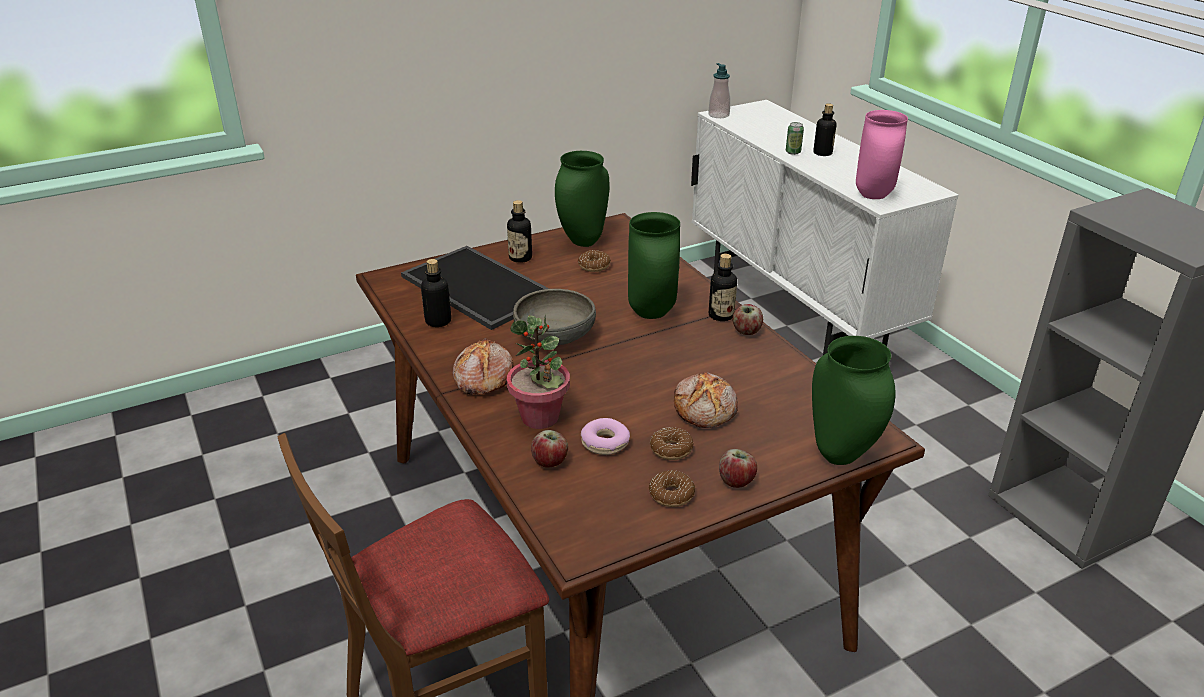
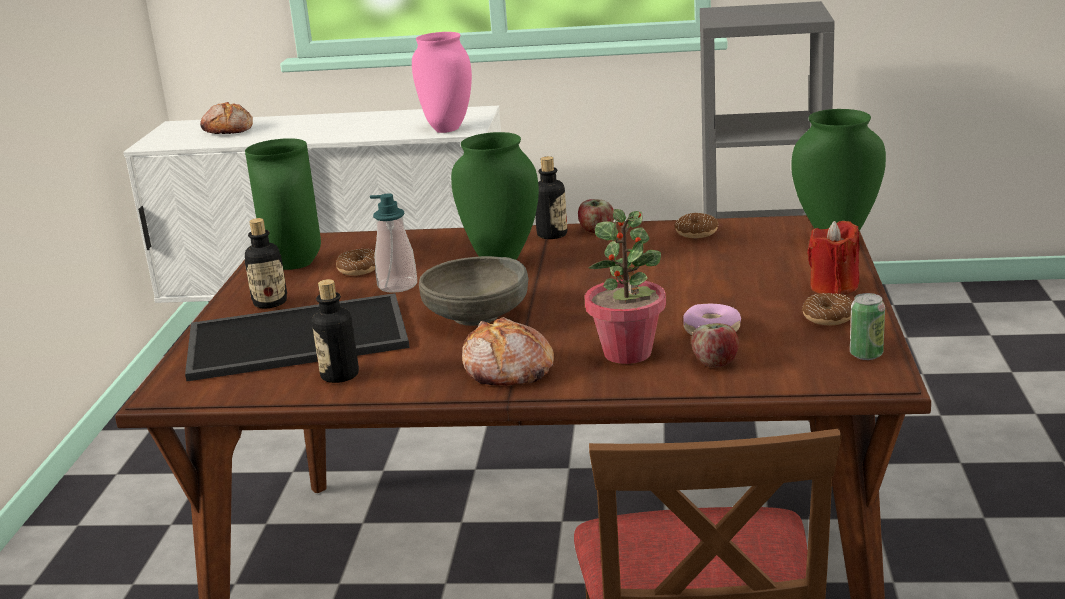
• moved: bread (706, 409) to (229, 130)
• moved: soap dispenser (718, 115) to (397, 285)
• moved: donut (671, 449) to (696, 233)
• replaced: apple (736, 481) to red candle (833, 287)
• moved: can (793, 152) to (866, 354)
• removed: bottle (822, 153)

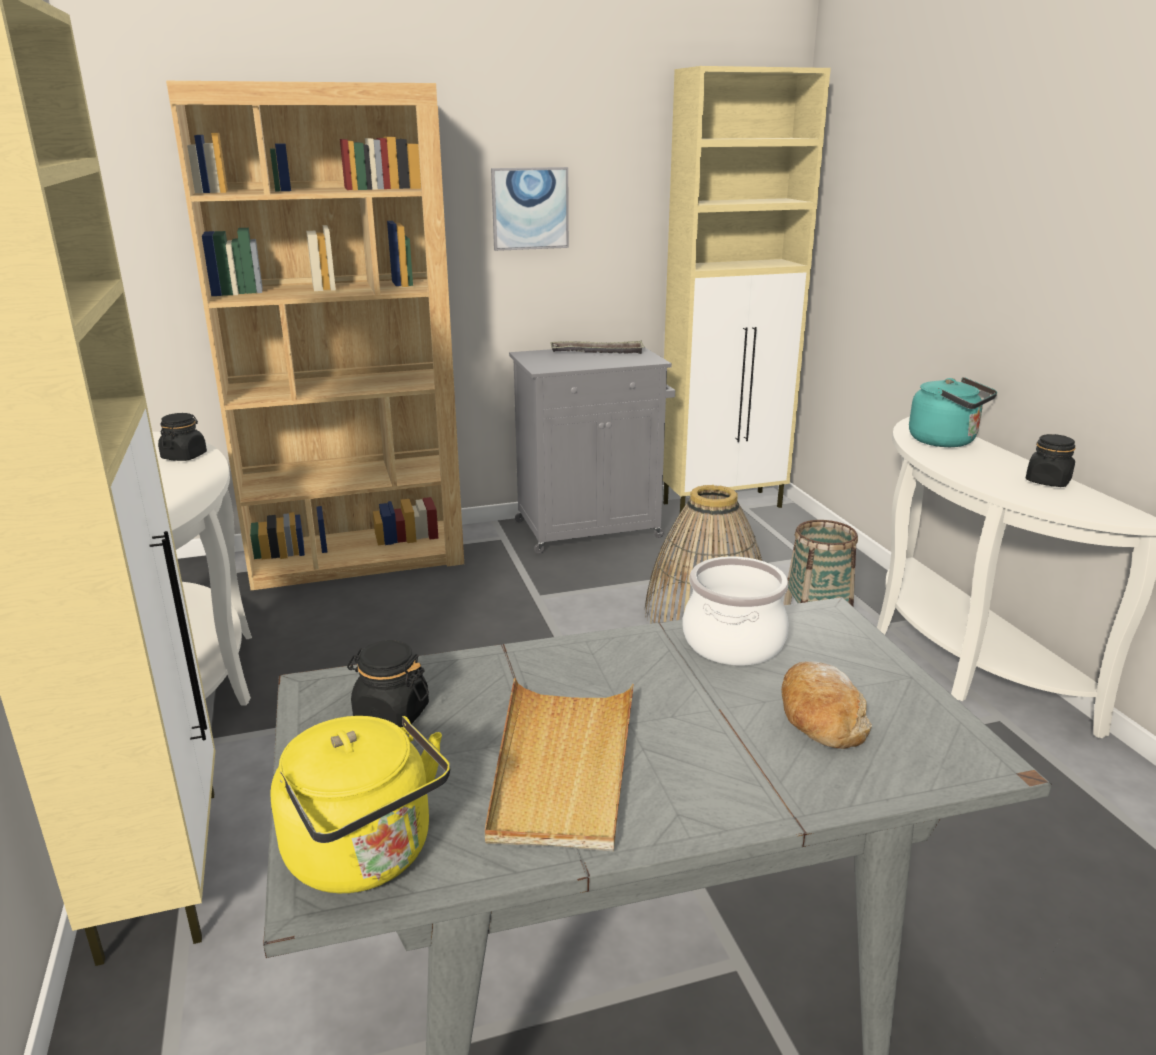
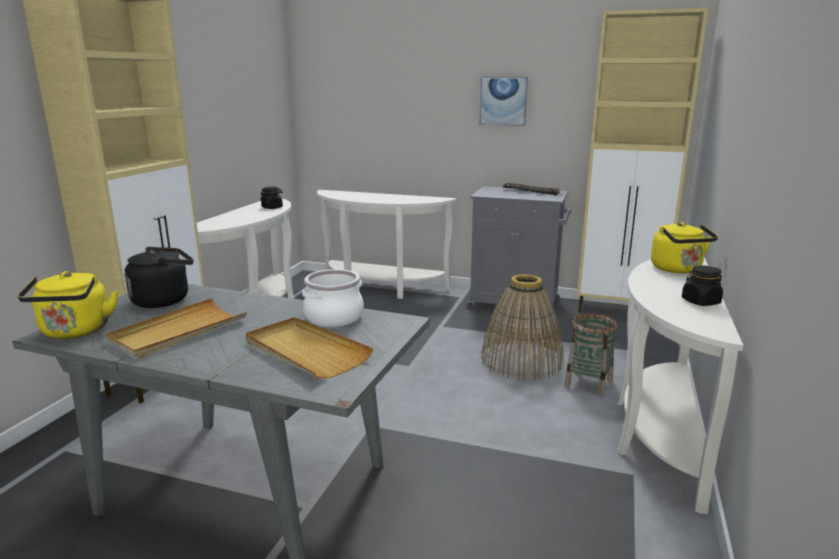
• replaced: black jar (391, 714) to black kettle (164, 300)
• replaced: bread (820, 717) to beige tray (305, 351)
• replaced: brown bookcase (358, 558) to white console table (380, 288)
• recoloured: turquoise kettle (946, 441) to yellow kettle (678, 269)

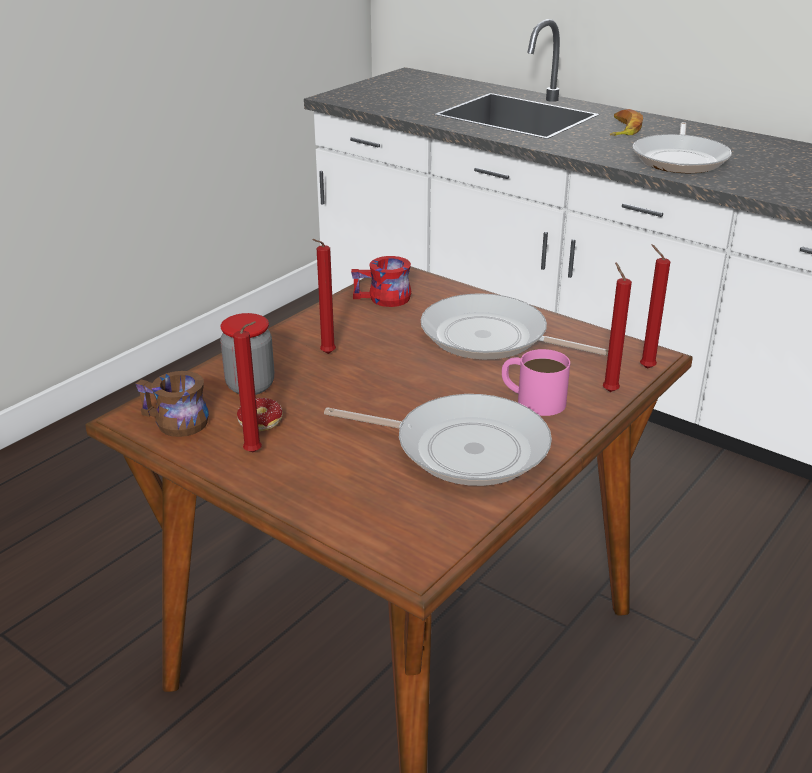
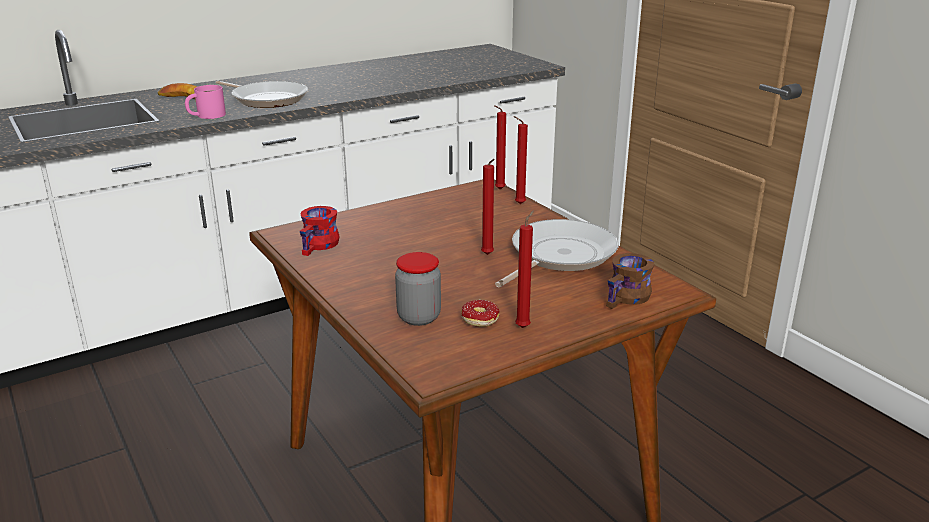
• moved: pink mug (532, 399) to (206, 116)
• moved: red candle (326, 354) to (488, 255)
• moved: brown mug (173, 423) to (628, 298)
• removed: frying pan (491, 338)

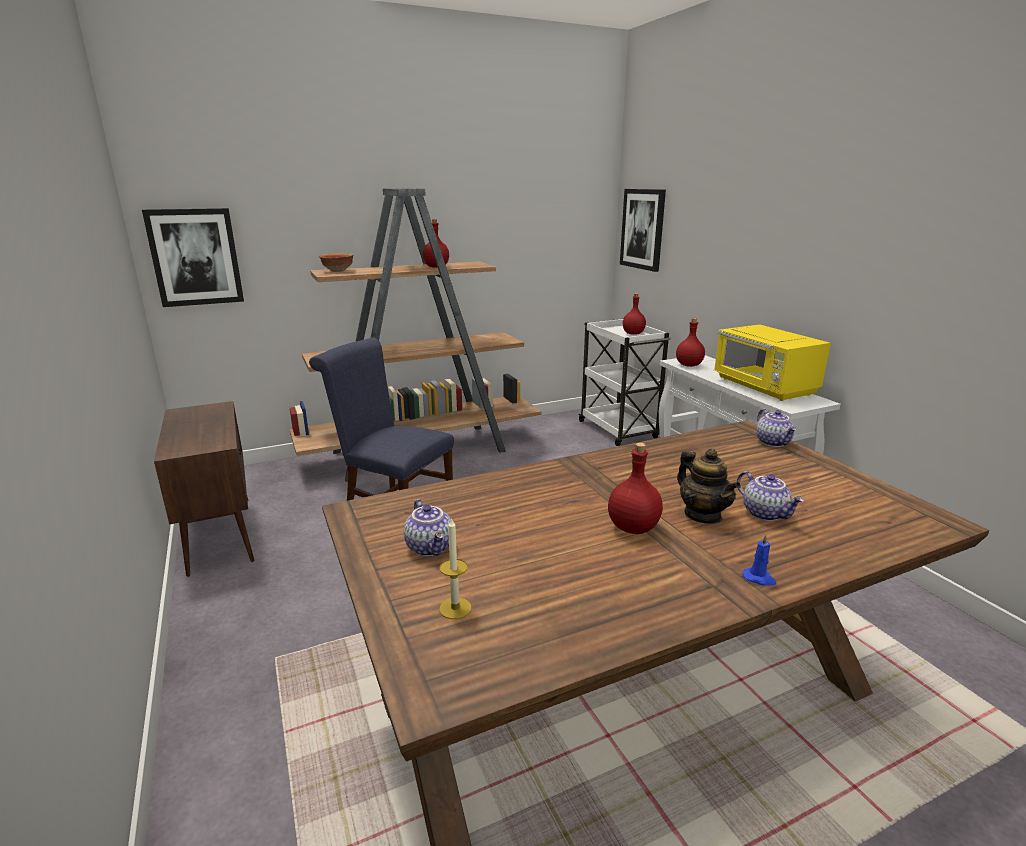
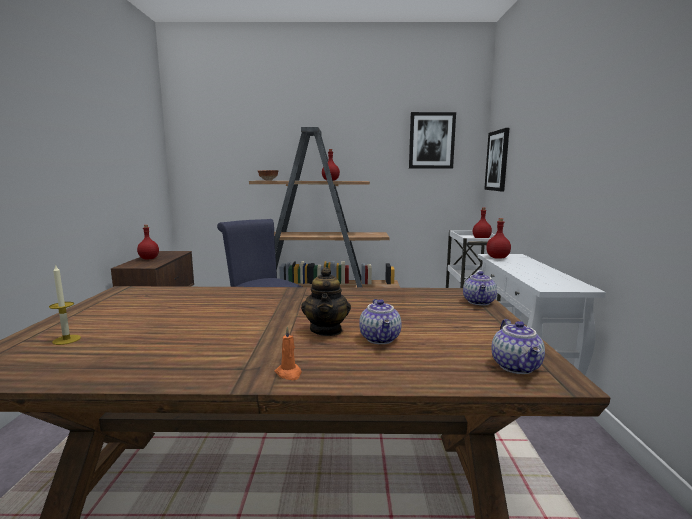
• moved: red bottle (634, 527) to (149, 259)
• recoloured: blue candle (759, 578) to orange candle (289, 373)
• moved: picture (195, 257) to (431, 140)
• moved: teapot (431, 547) to (517, 367)
• removed: yellow microwave (764, 387)

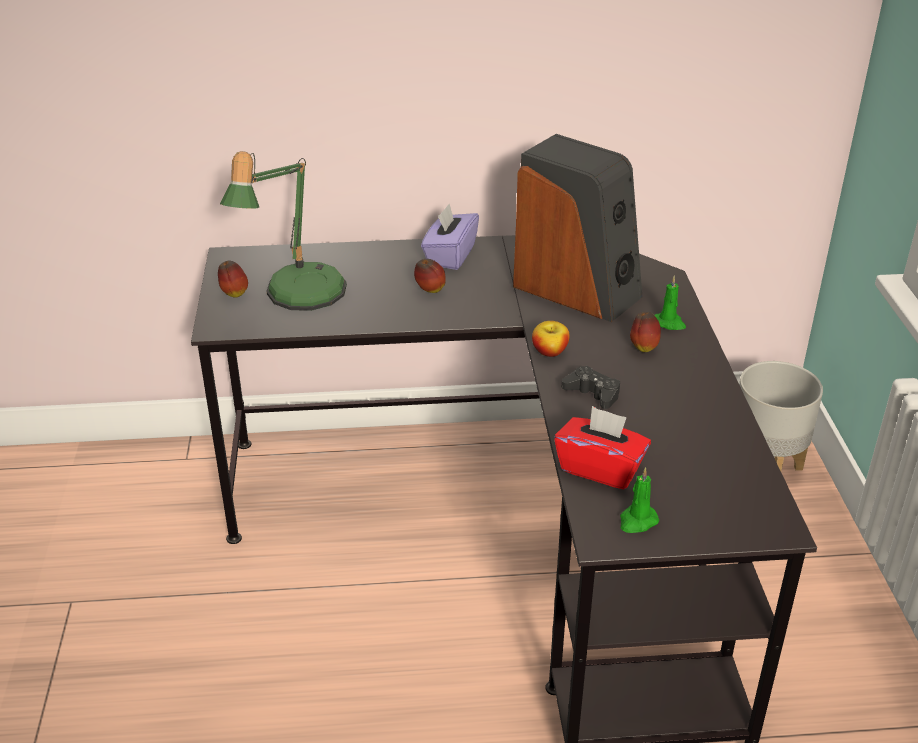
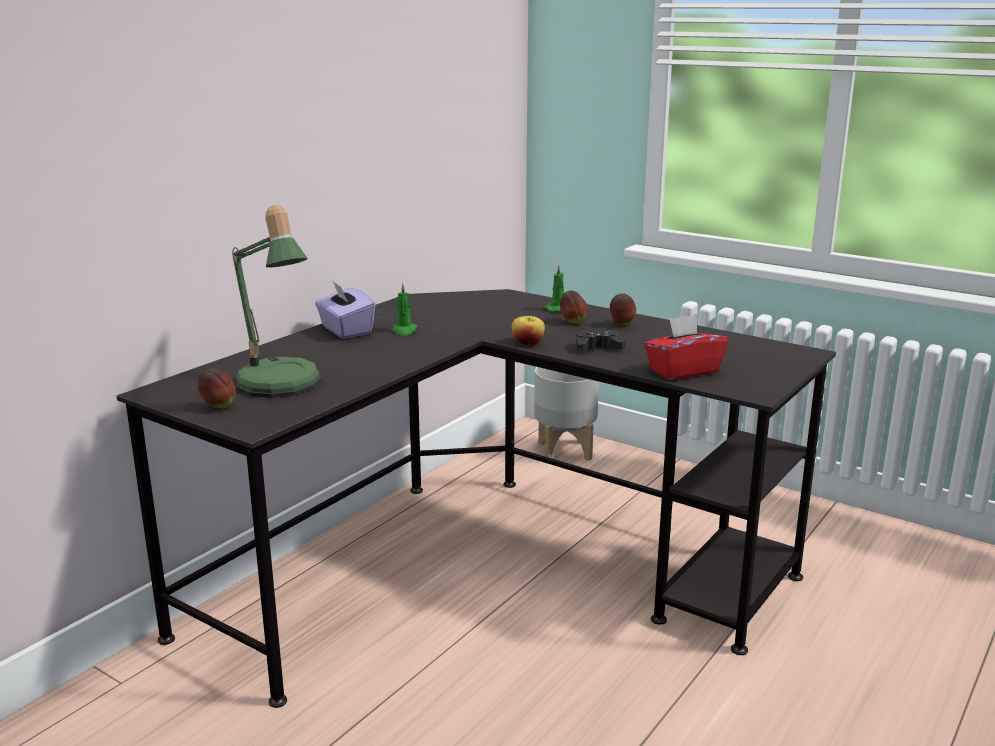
• moved: green candle (637, 521) to (404, 331)
• moved: apple (430, 291) to (621, 325)
• removed: speaker (577, 290)

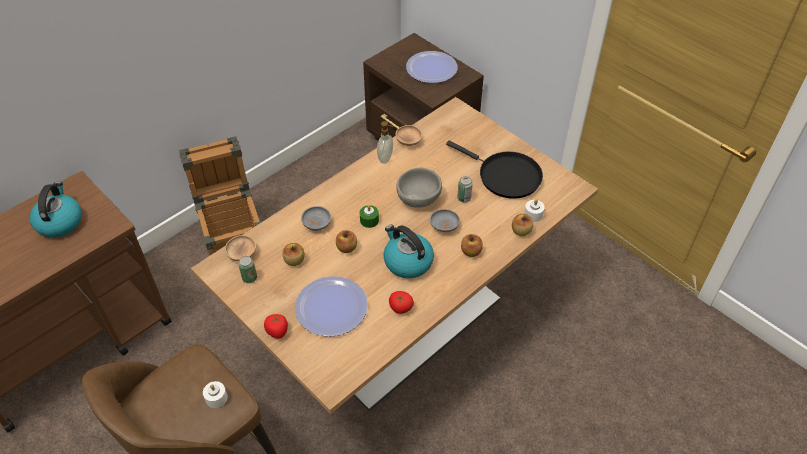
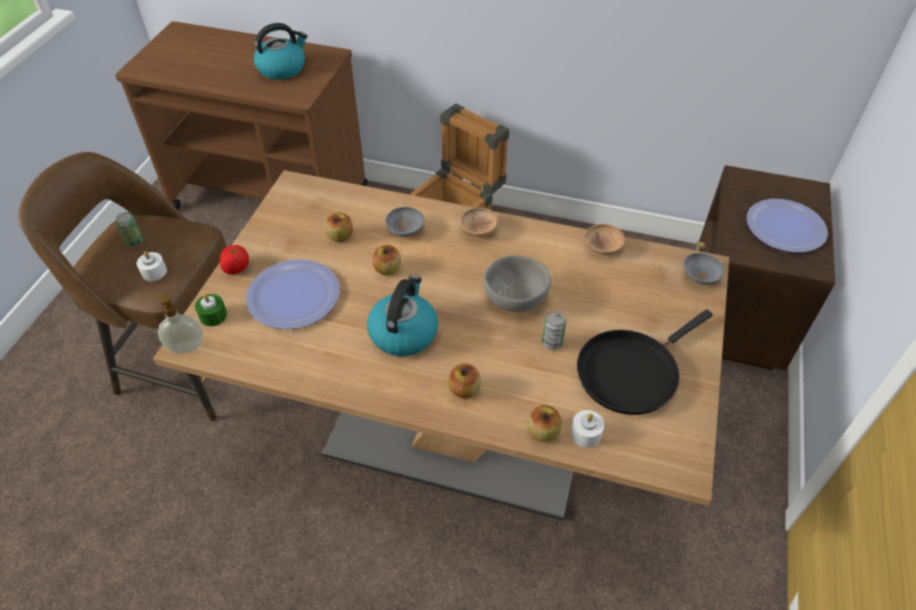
• moved: can (249, 278) to (134, 242)
• moved: soap dispenser (386, 158) to (186, 348)
• moved: green candle (369, 220) to (213, 315)
• moved: brown bowl (242, 254) to (478, 230)
• turned: black frying pan (505, 176) = (631, 371) 45 degrees clockwise
• moved: grey bowl (444, 226) to (700, 277)
• removed: tomato (400, 308)

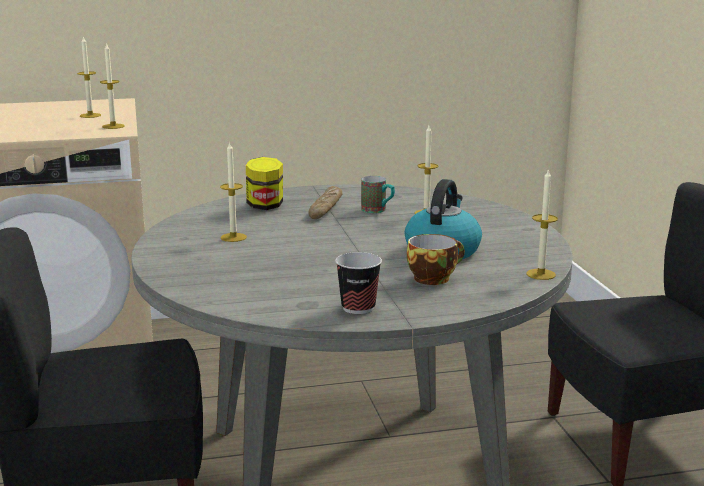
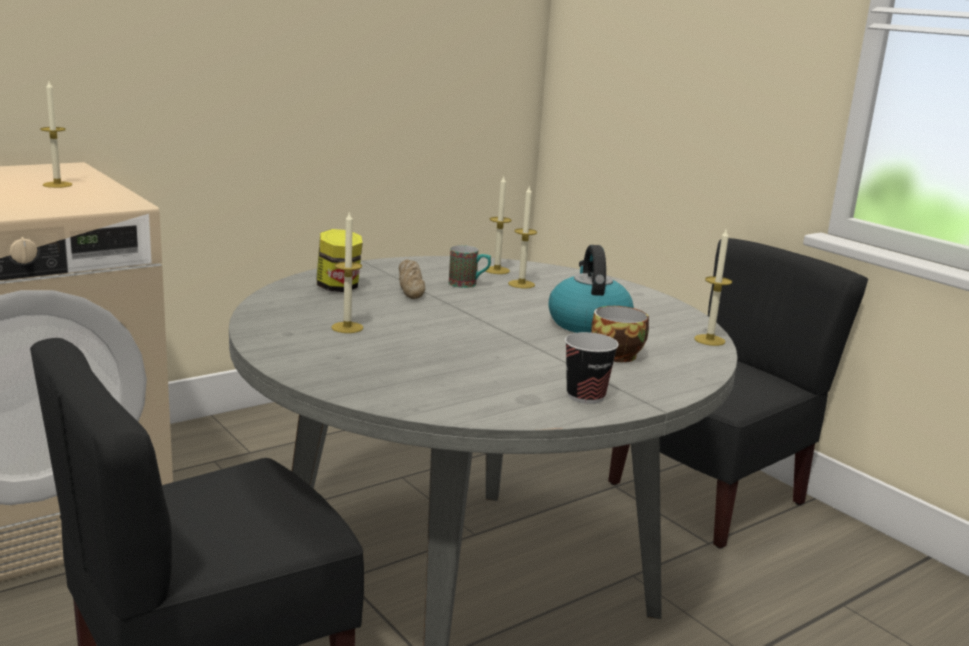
• moved: candle (113, 126) to (497, 270)

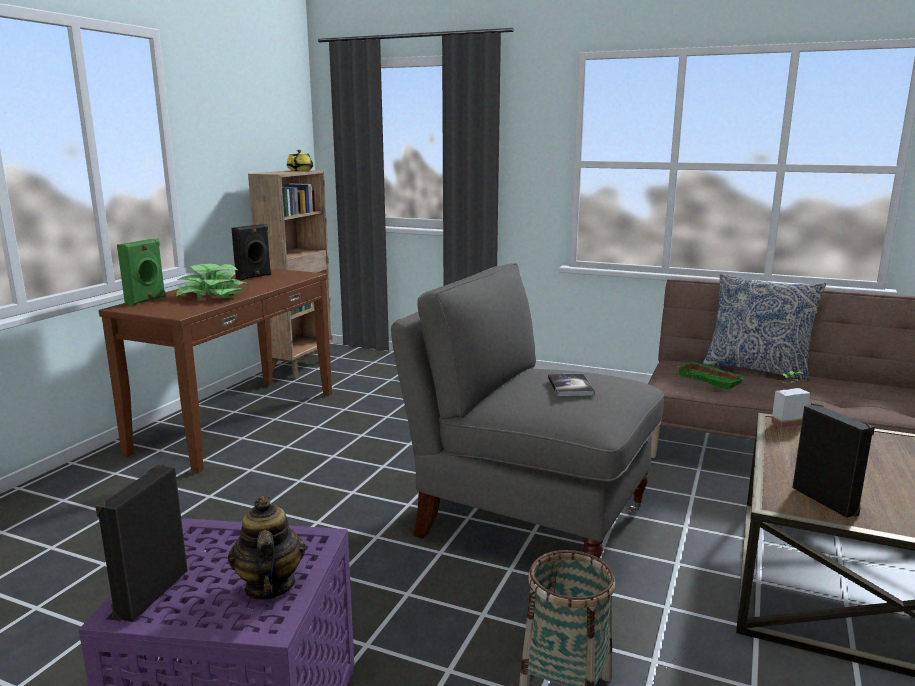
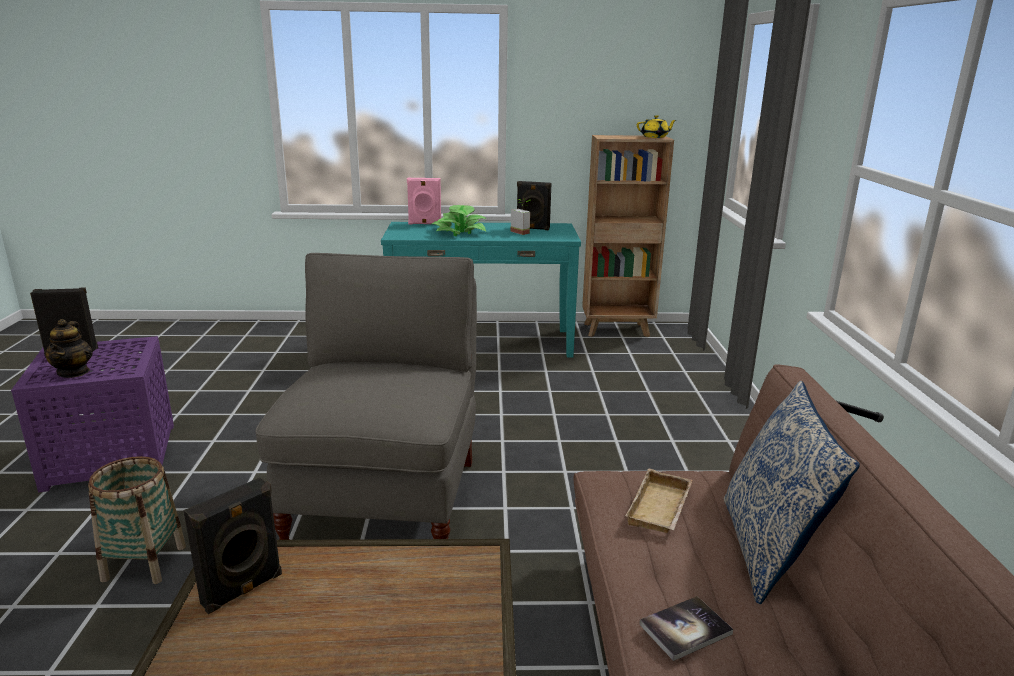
• turned: teapot (269, 586) = (73, 372) 120 degrees clockwise
• recoloured: brown console table (237, 421) to turquoise console table (481, 342)
• recoloured: green speaker (146, 300) to pink speaker (424, 224)
• moved: potted plant (783, 421) to (523, 232)
• recoloured: green tray (711, 379) to beige tray (661, 509)
• moved: book (570, 386) to (685, 629)

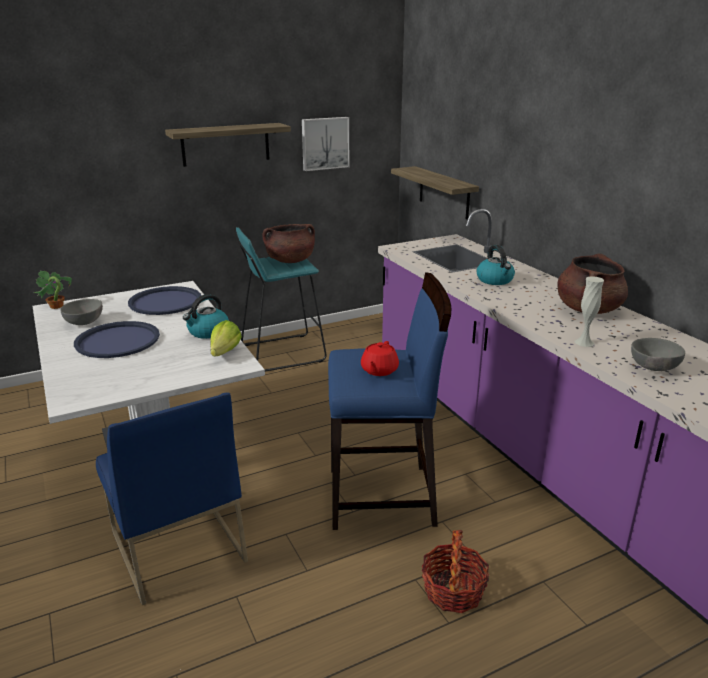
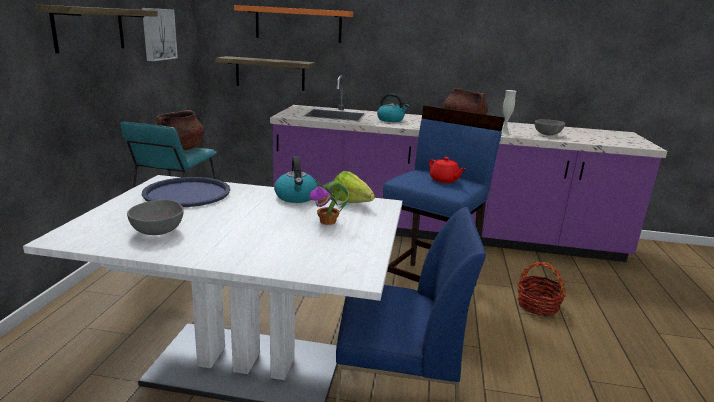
• added: orange shelf (298, 24)
• moved: potted plant (56, 306) to (328, 222)
• removed: blue tray (117, 341)

